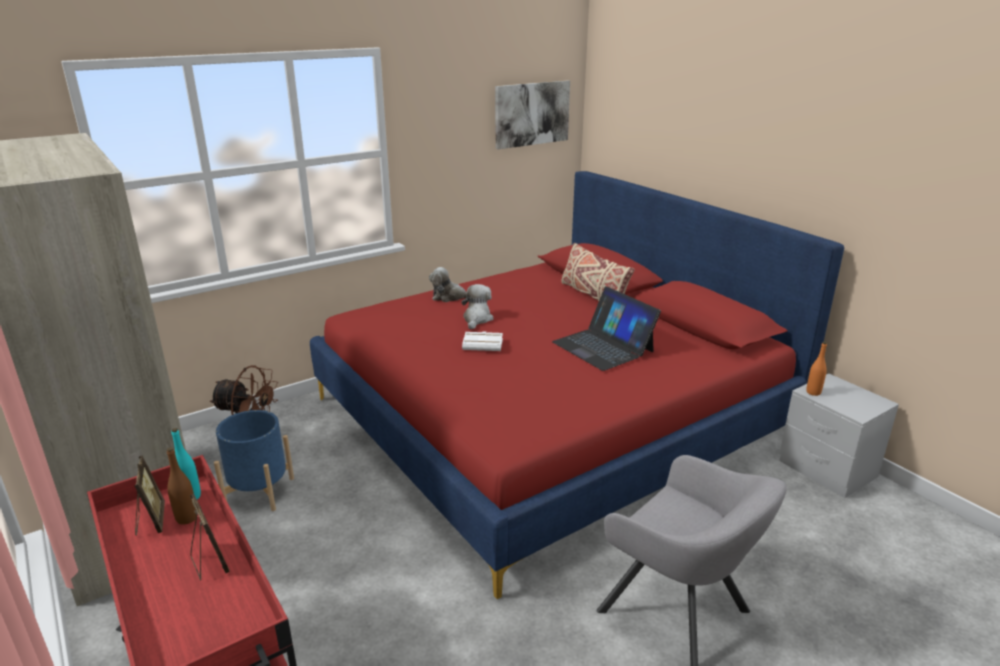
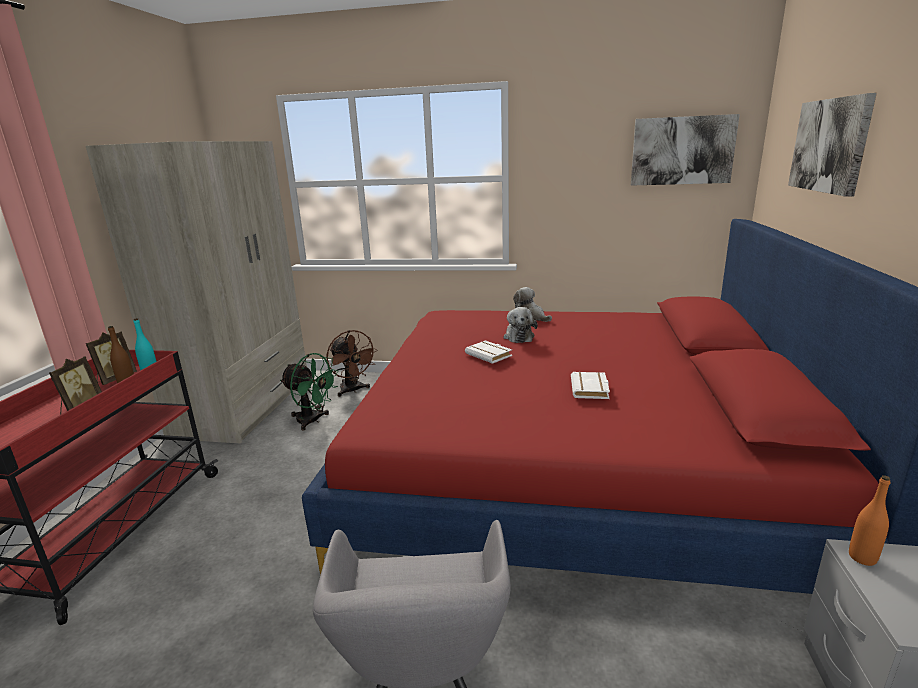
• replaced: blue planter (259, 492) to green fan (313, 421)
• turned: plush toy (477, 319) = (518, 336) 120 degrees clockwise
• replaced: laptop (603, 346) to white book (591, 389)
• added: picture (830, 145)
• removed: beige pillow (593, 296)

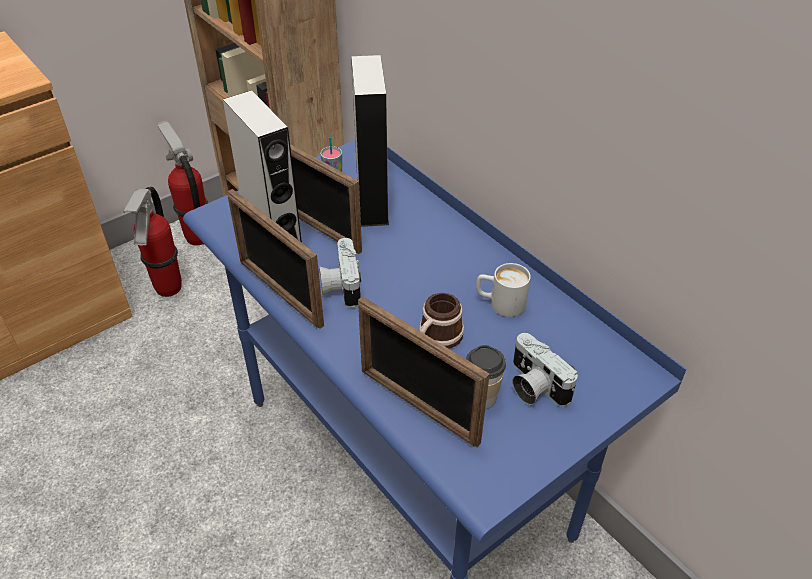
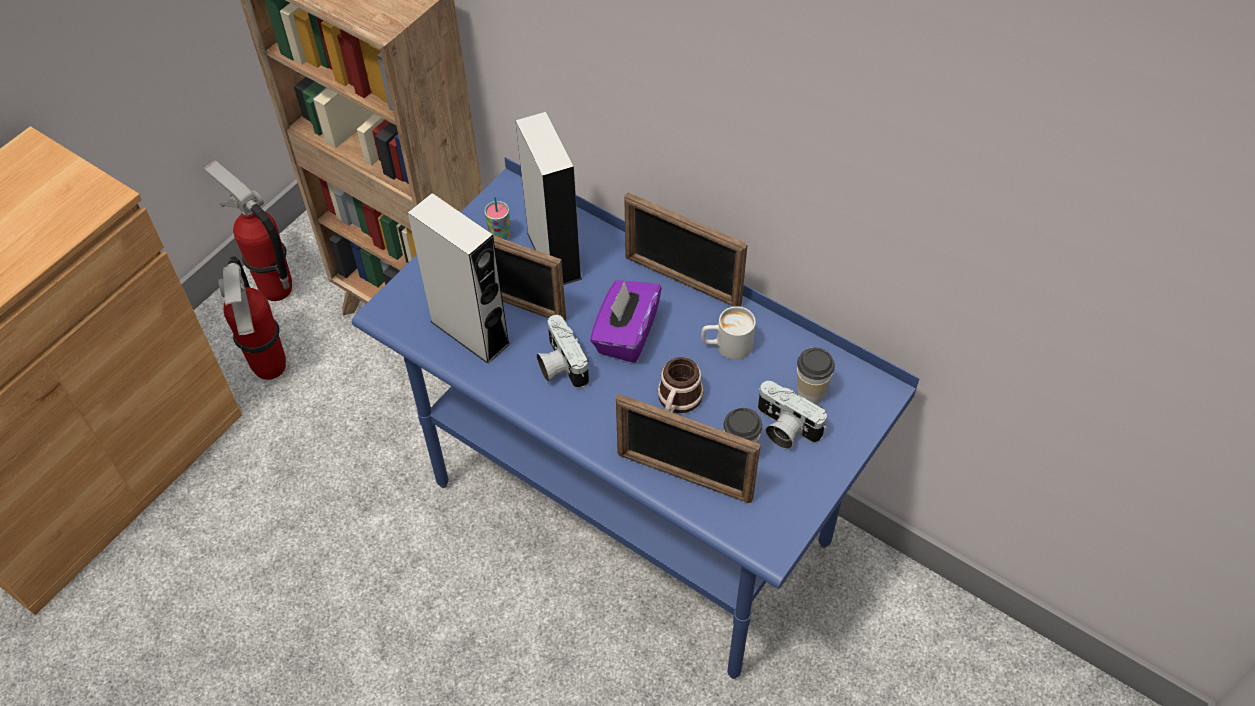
• added: purple tissue box (626, 334)
• moved: picture frame (280, 293) to (682, 281)
• added: cup (810, 393)

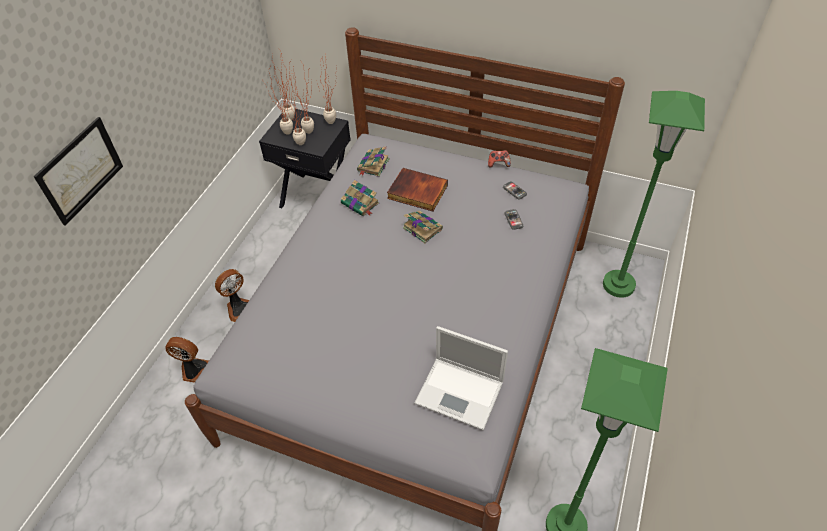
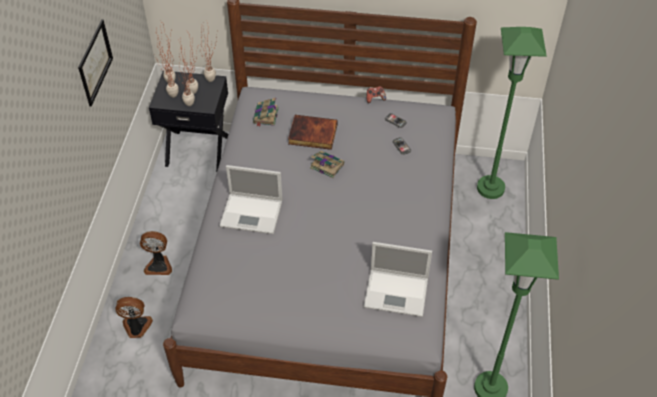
• moved: picture (80, 170) to (95, 62)
• turned: fan (239, 307) = (159, 265) 60 degrees clockwise
• added: laptop (252, 213)
• removed: book (360, 204)

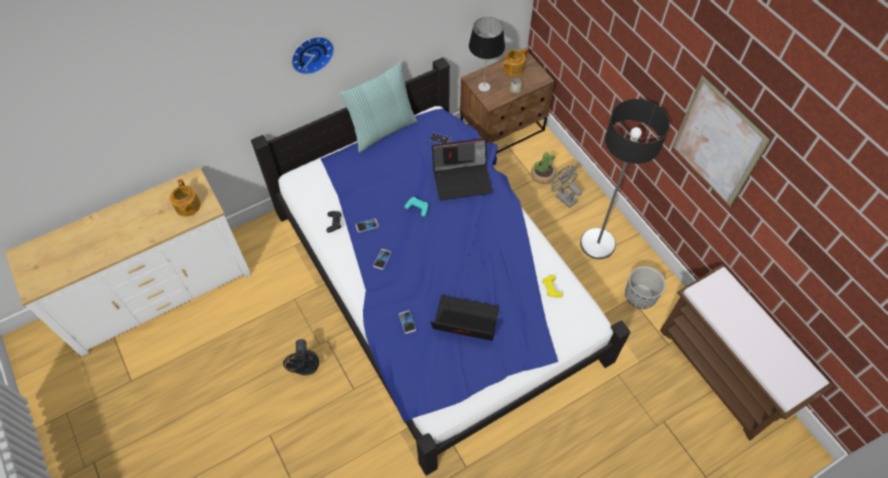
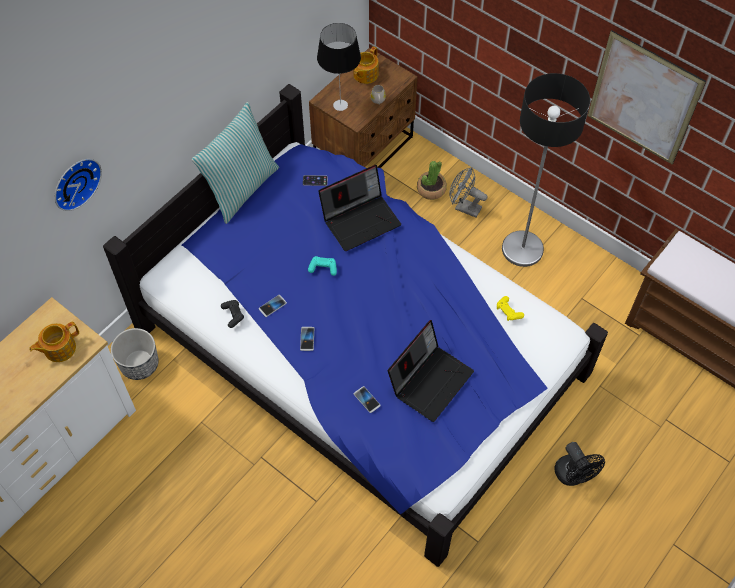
• turned: teapot (187, 207) = (59, 348) 90 degrees clockwise
• moved: wall clock (311, 53) to (74, 182)
• moved: planter (640, 296) to (140, 364)
• turned: laptop (464, 323) = (430, 380) 135 degrees clockwise
• moved: black fan (306, 368) to (573, 476)

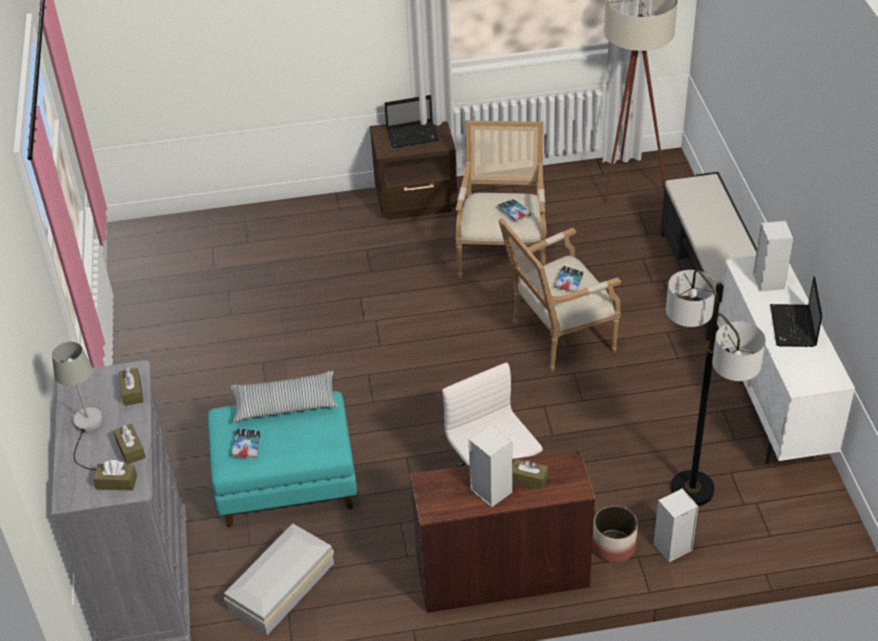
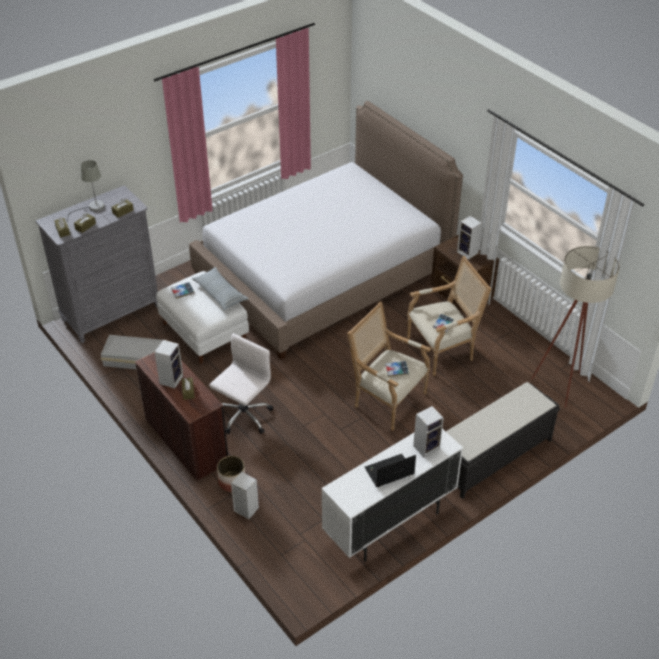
• recoloured: turquoise ottoman (287, 482) to white ottoman (205, 332)
• added: bed (324, 274)
• replaced: laptop (414, 135) to speaker (468, 253)
• removed: floor lamp (692, 489)

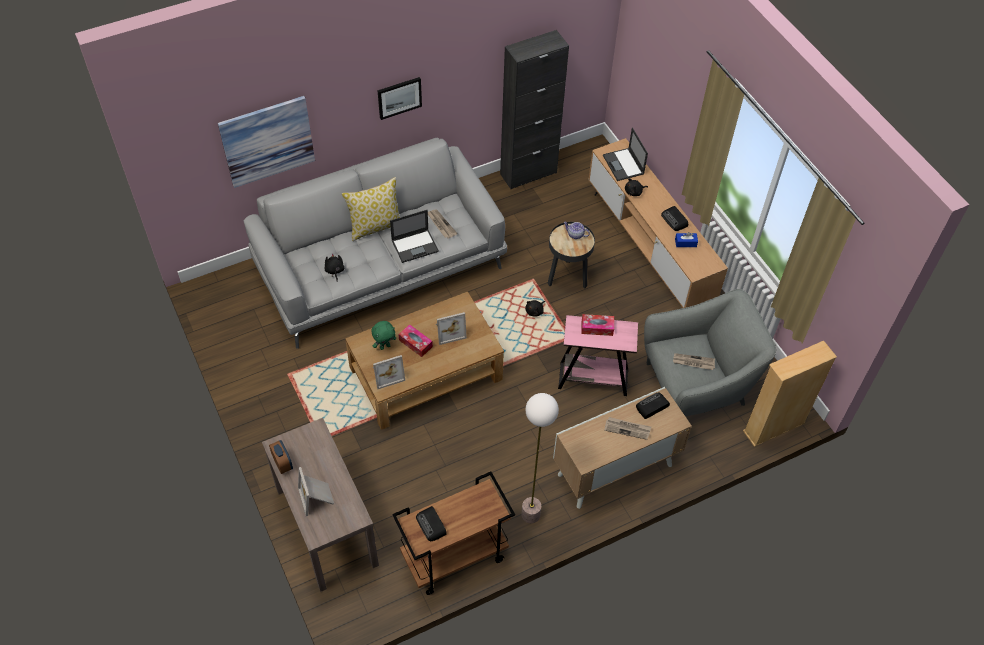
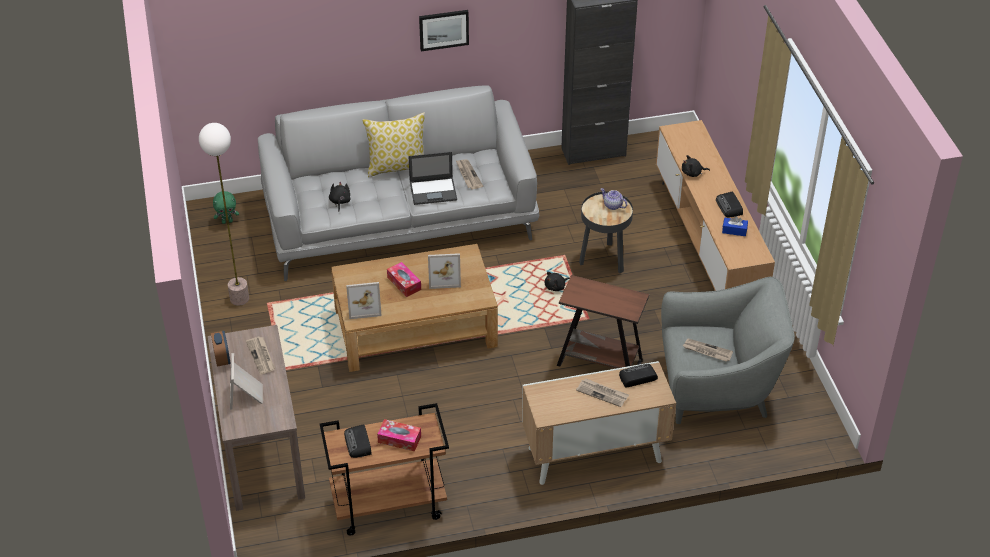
• moved: floor lamp (530, 514) to (239, 298)
• moved: green plush toy (385, 346) to (227, 221)
• added: newspaper (261, 356)
• moved: tissue box (597, 328) to (399, 439)
• recoloured: pink side table (593, 379) to brown side table (599, 363)
• removed: picture (267, 141)
• removed: laptop (623, 165)
• removed: beige bookcase (773, 427)

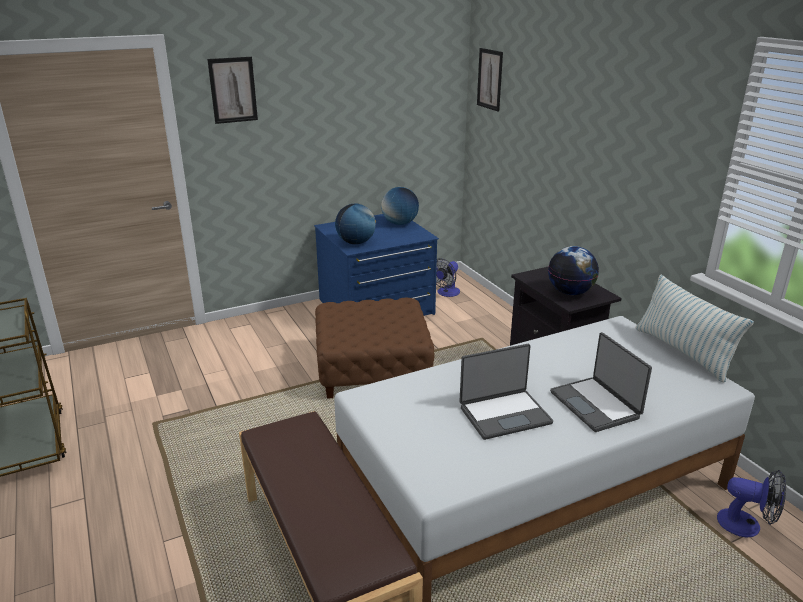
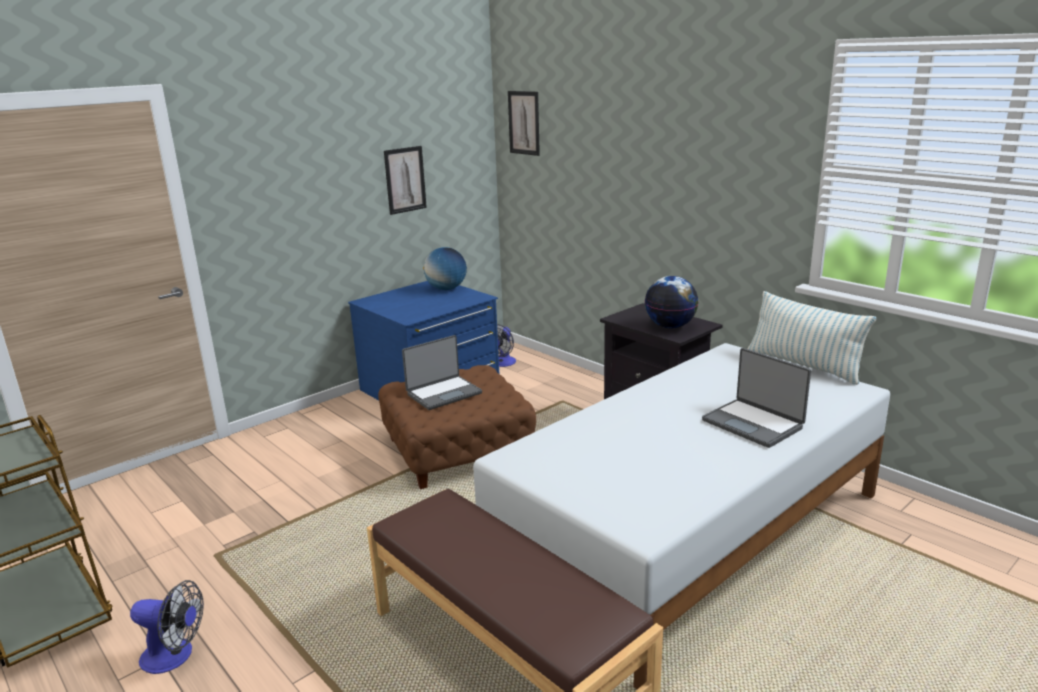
• moved: fan (746, 525) to (175, 656)
• moved: picture (233, 90) to (405, 180)
• moved: laptop (504, 414) to (443, 393)
• removed: globe (356, 242)

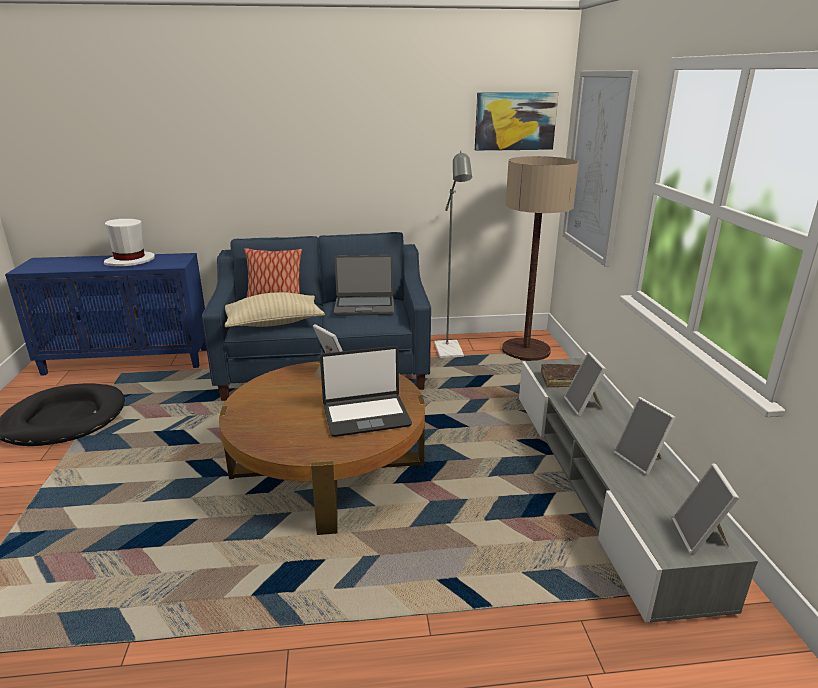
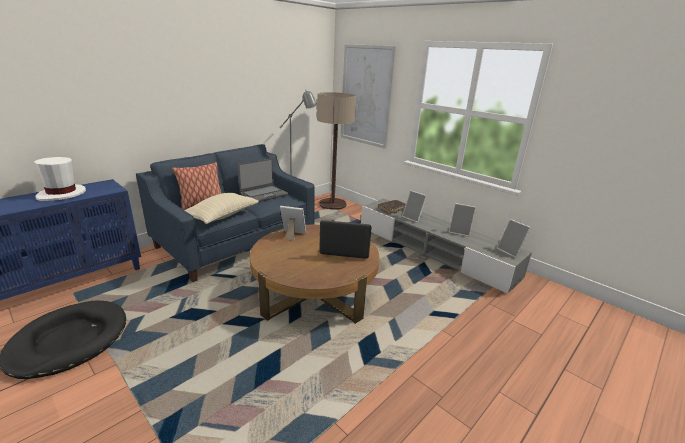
• turned: laptop (366, 416) = (345, 249) 120 degrees counterclockwise
• removed: picture (515, 121)

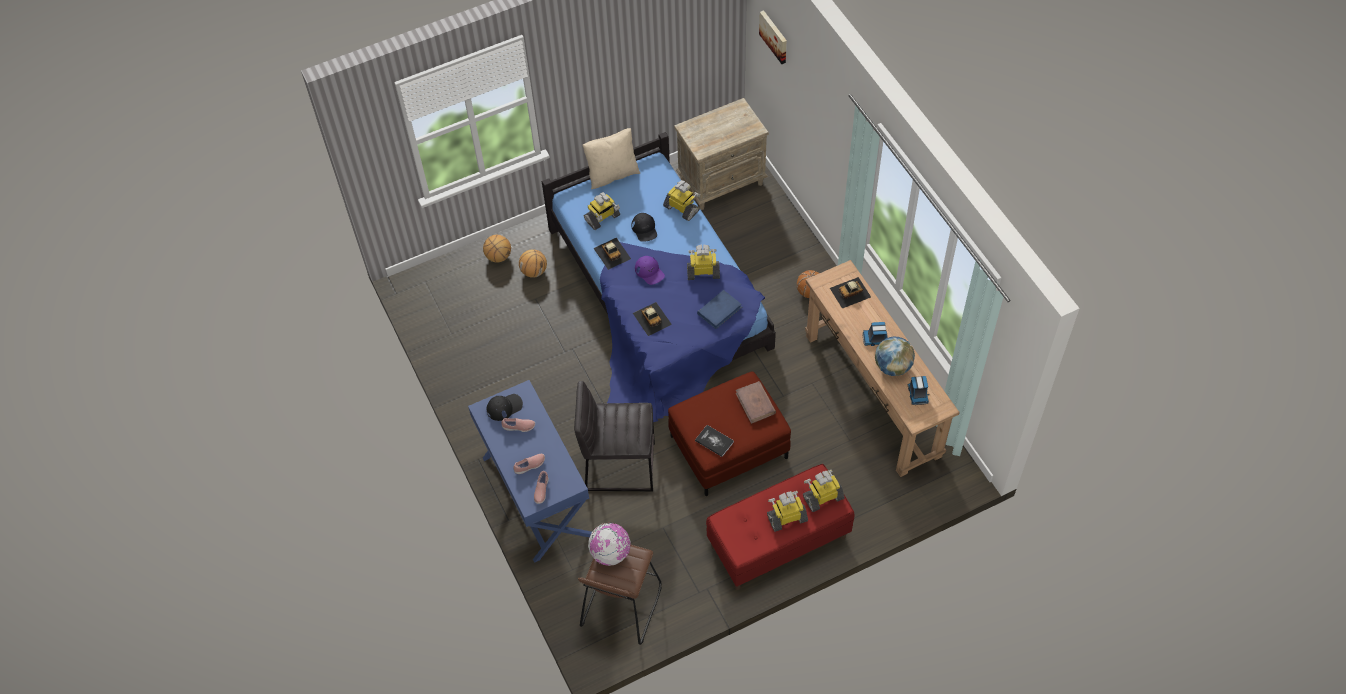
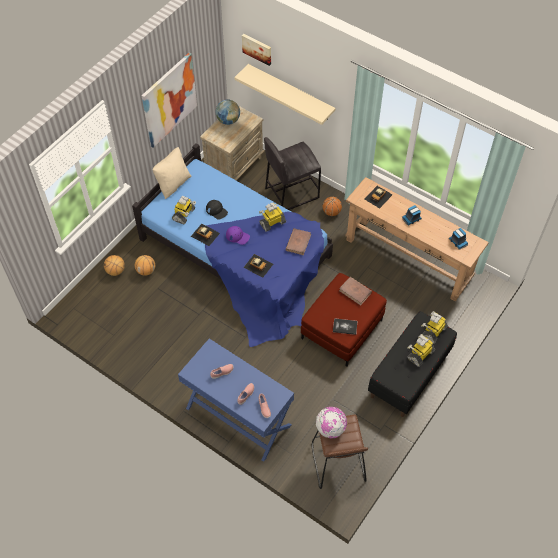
• added: picture (169, 100)
• moved: globe (892, 366) to (228, 120)
• added: beige shelf (291, 92)
• moved: grey stool (619, 465) to (291, 193)
• recoloured: blue book (719, 310) to brown book (298, 242)
• recoloured: red bench (778, 542) to black bench (409, 375)
• removed: black cap (504, 407)
• removed: toy robot (682, 208)

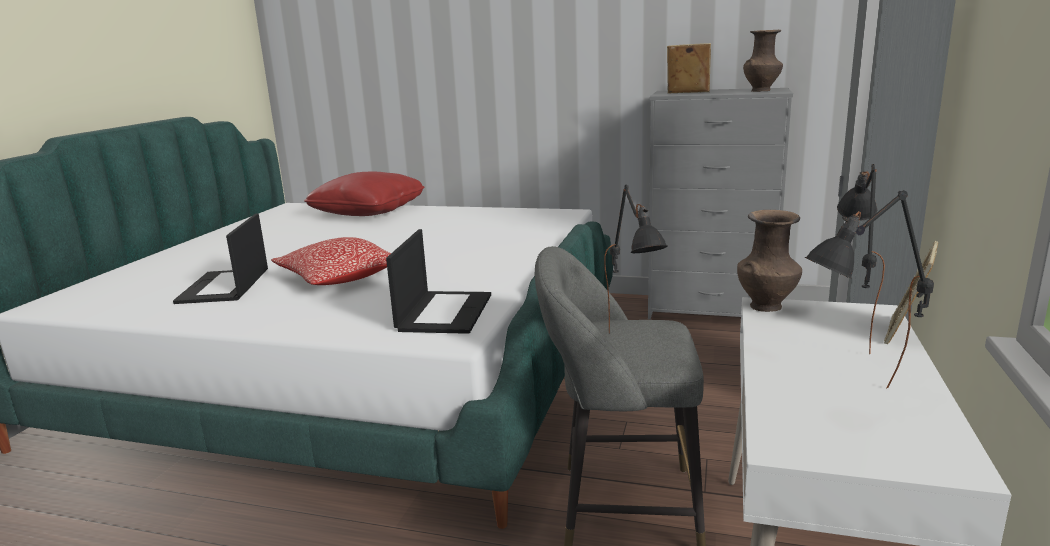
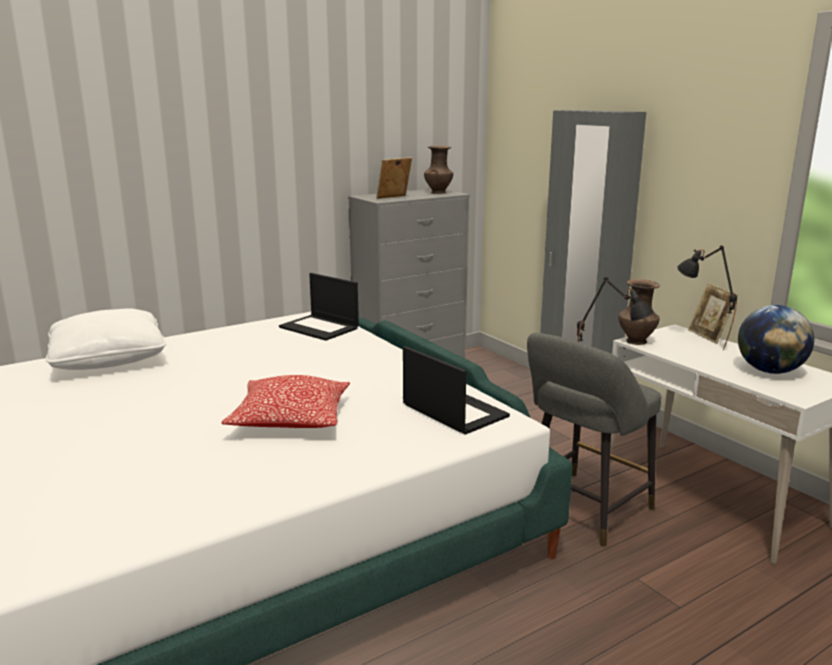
• recoloured: red pillow (368, 212) to white pillow (109, 359)
• moved: laptop (225, 287) to (320, 328)
• replaced: black table lamp (857, 402) to globe (769, 371)

